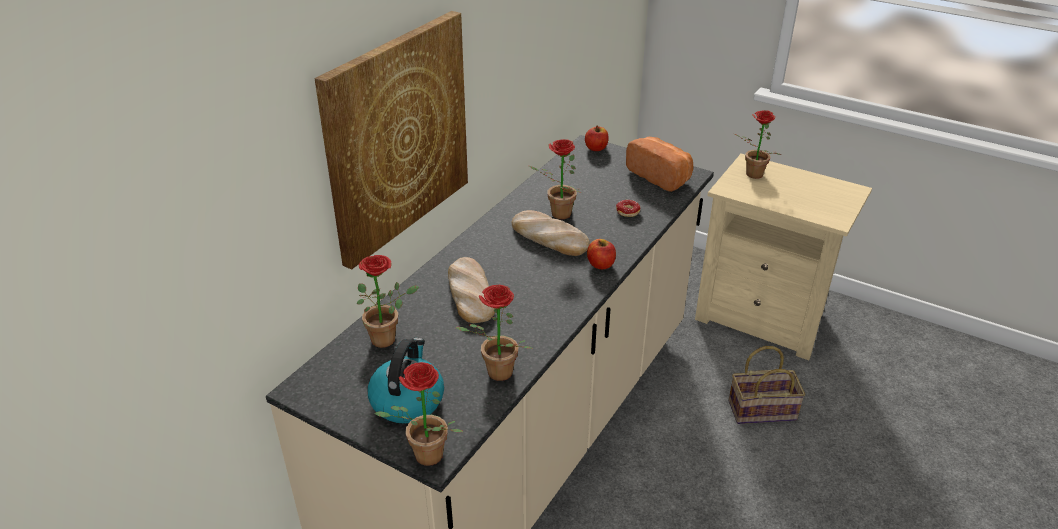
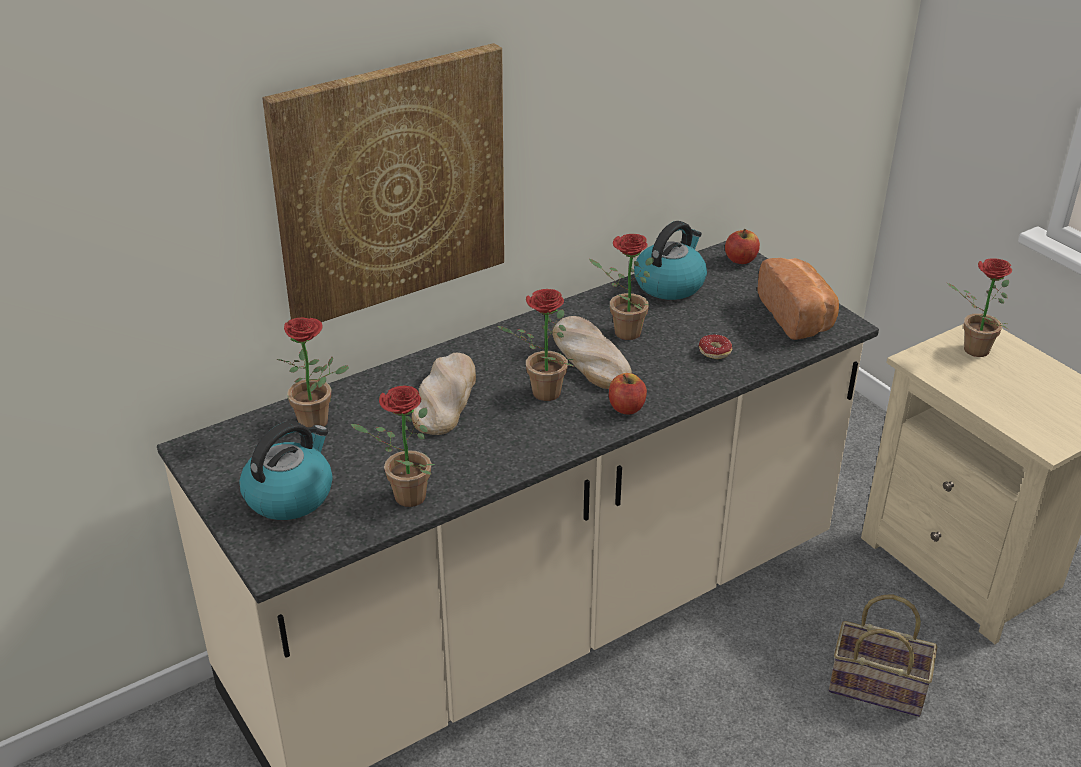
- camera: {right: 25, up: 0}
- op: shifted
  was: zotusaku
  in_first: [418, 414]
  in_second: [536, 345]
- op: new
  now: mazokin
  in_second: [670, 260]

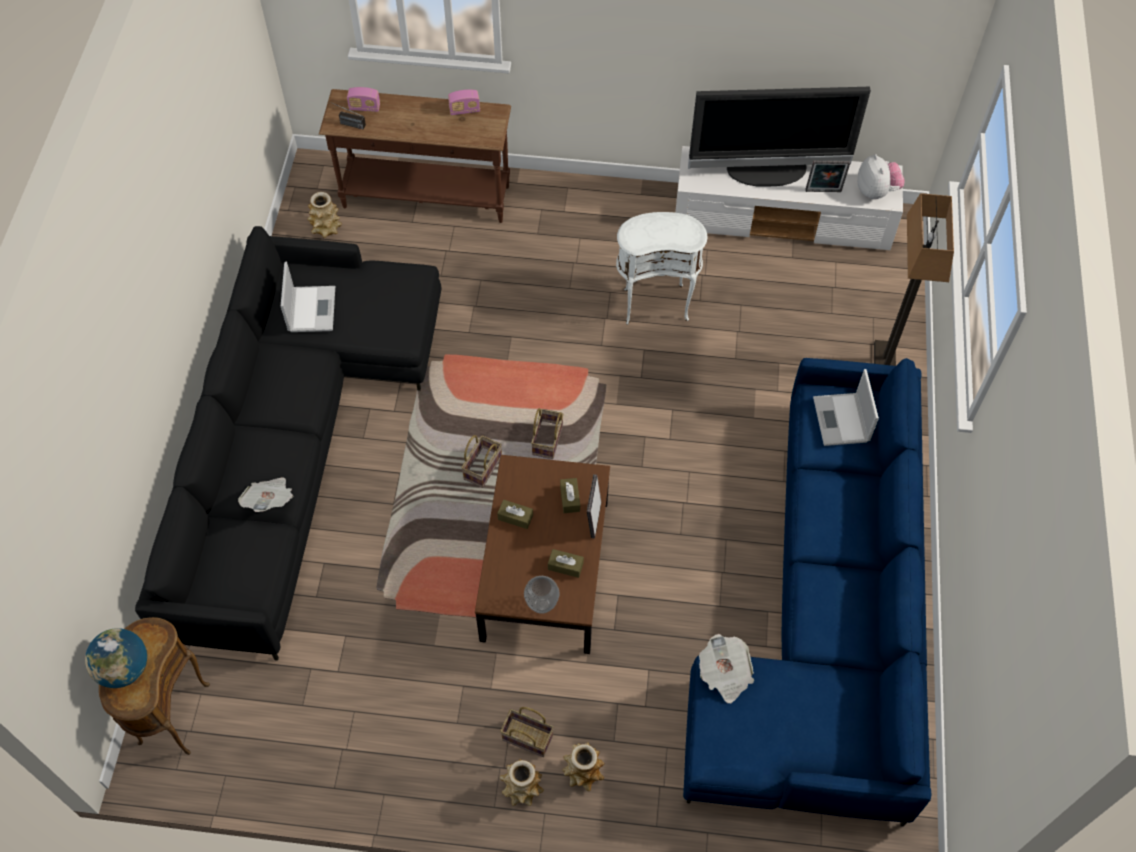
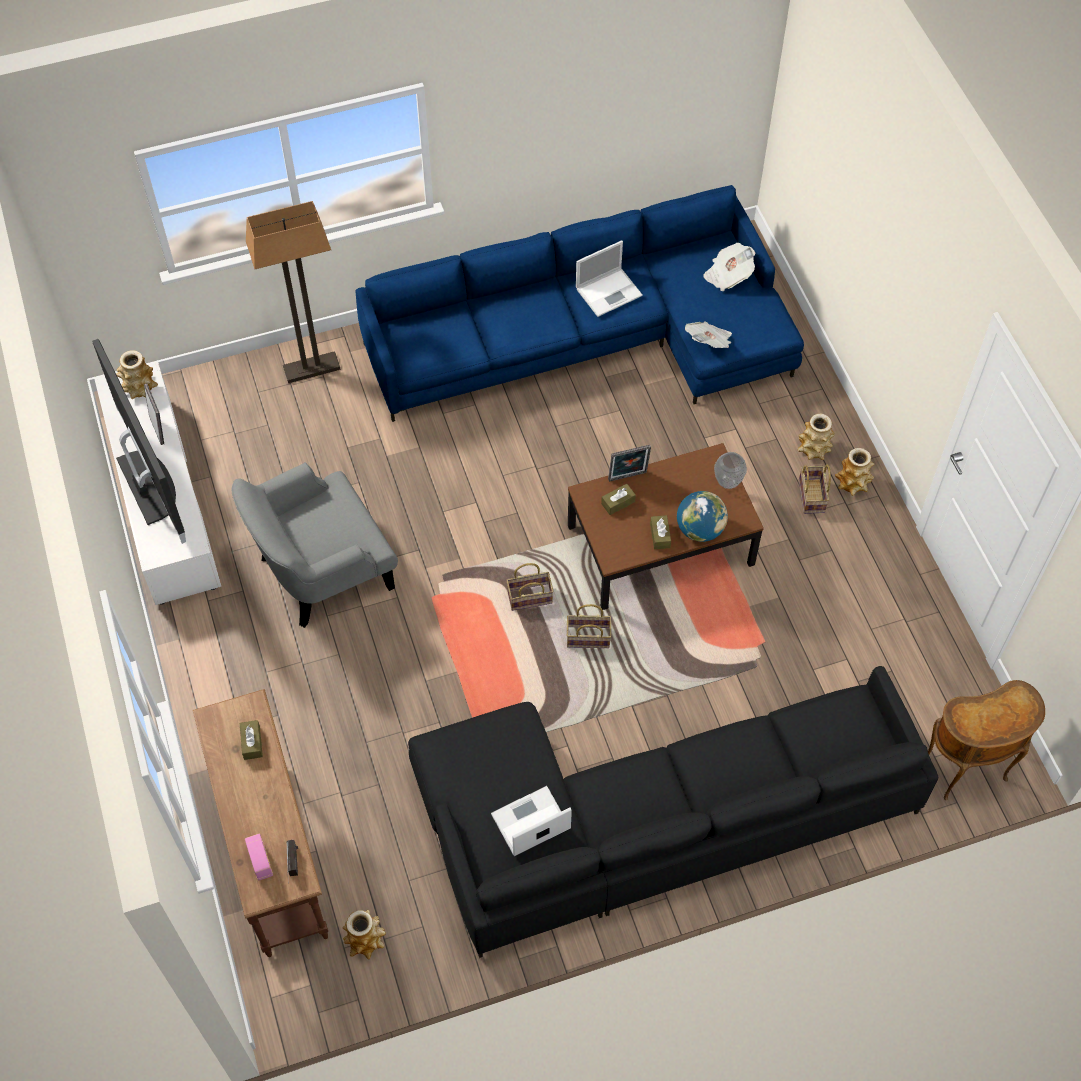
- camera: {right: -115, up: 0}
- op: swapped
  was: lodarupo
  now: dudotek
  in_first: [881, 176]
  in_second: [137, 374]
- op: swapped
  was: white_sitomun
  now: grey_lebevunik
  in_first: [661, 268]
  in_second: [314, 545]
- op: shifted
  was: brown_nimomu
  in_first: [566, 563]
  in_second: [251, 740]
- op: shifted
  was: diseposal
  in_first: [846, 407]
  in_second: [609, 278]
- op: shifted
  was: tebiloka
  in_first: [116, 658]
  in_second: [702, 516]
- op: shifted
  was: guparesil
  in_first: [266, 494]
  in_second: [729, 267]
- op: gone
  was: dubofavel
  in_first: [464, 102]

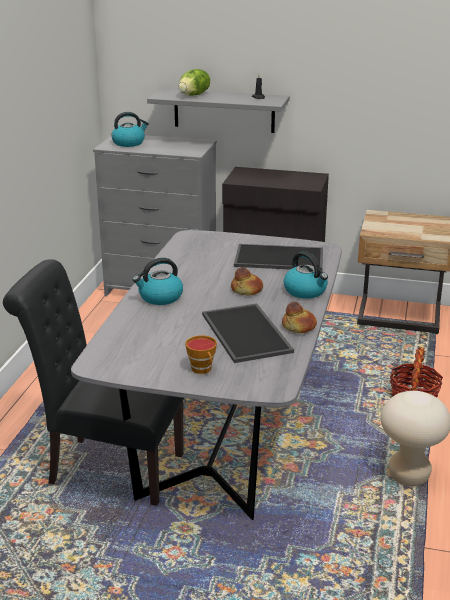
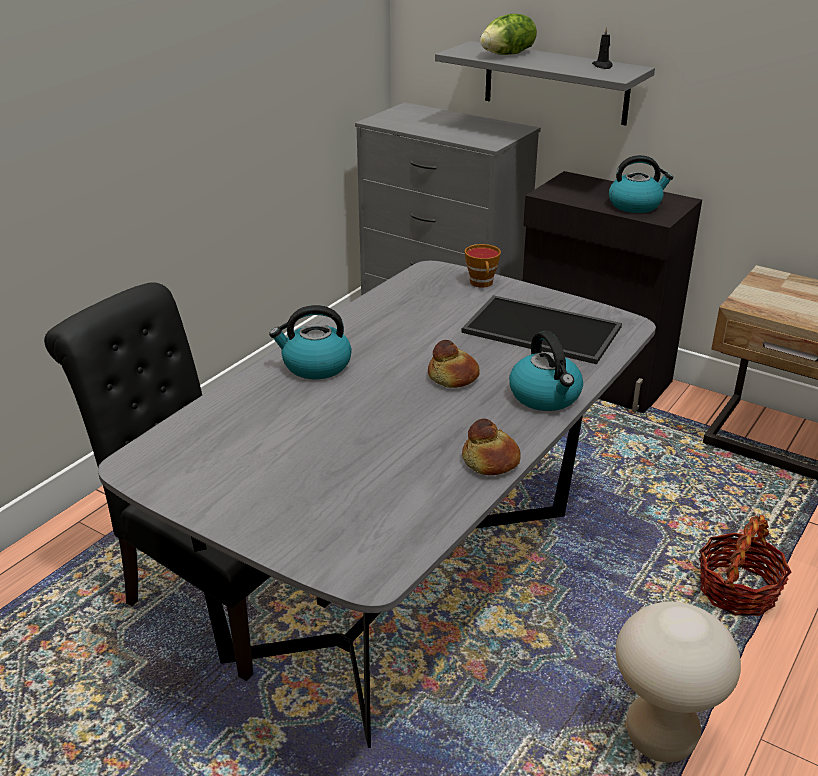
- camera: {right: 20, up: 5}
- op: shifted
  was: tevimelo
  in_first: [201, 354]
  in_second: [483, 266]
- op: shifted
  was: mazokin
  in_first: [130, 129]
  in_second: [641, 184]
- op: gone
  was: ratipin
  in_first: [248, 333]

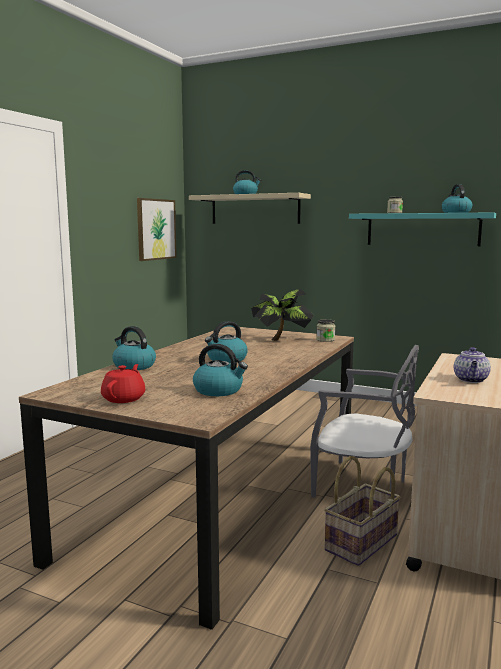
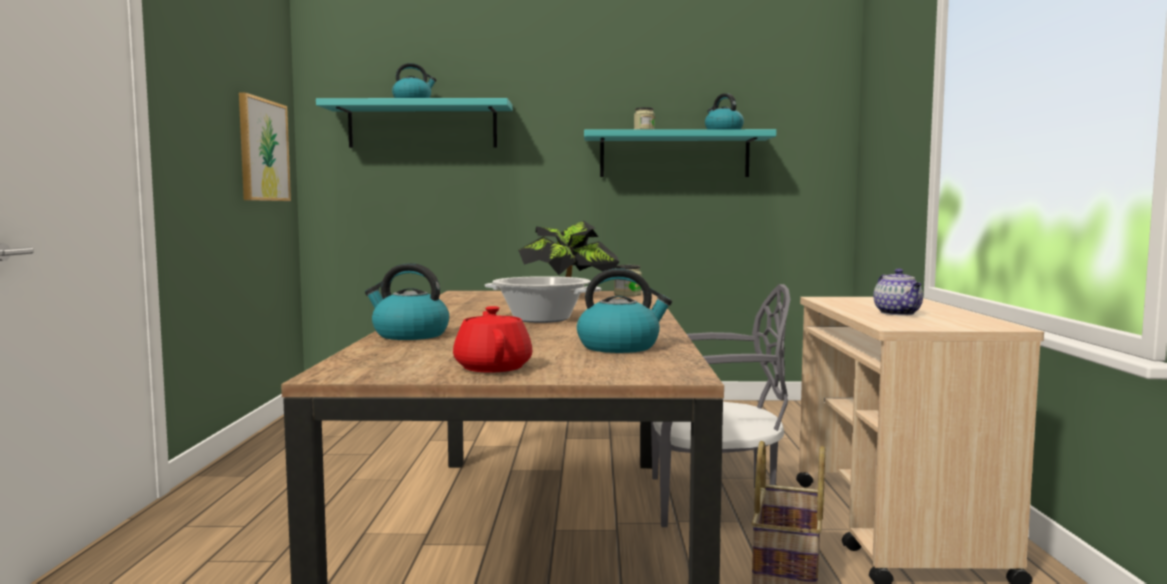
- camera: {right: -25, up: -5}
- op: repainted
  was: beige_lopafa
  now: turquoise_lopafa
  in_first: [250, 208]
  in_second: [414, 123]
- op: swapped
  was: mazokin
  now: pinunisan
  in_first: [226, 342]
  in_second: [543, 299]

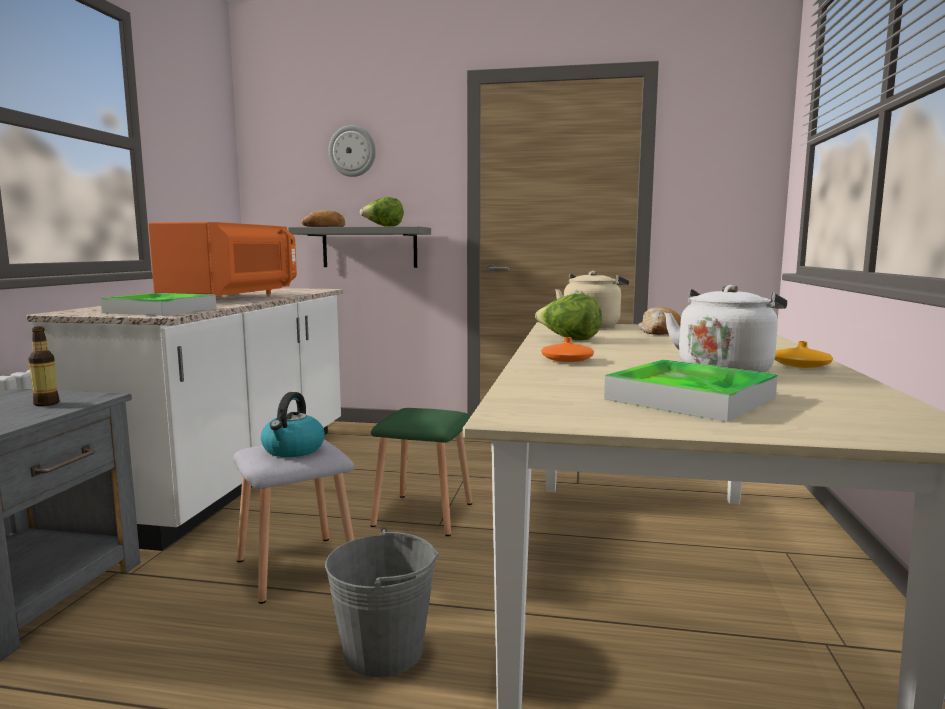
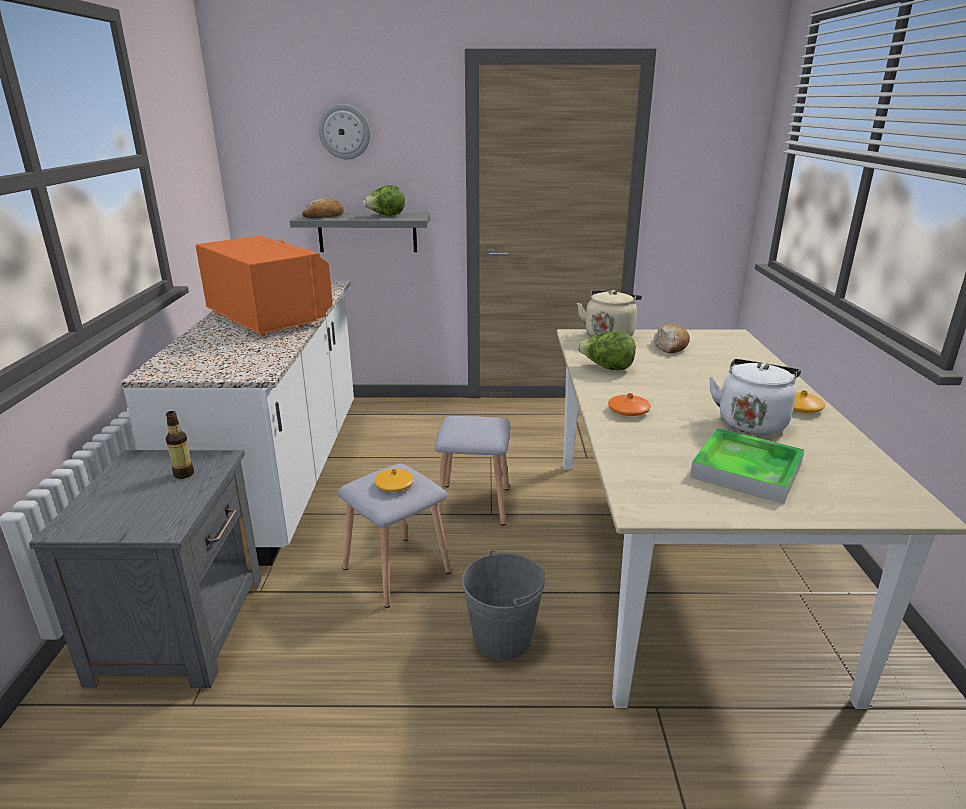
- camera: {right: -10, up: 15}
- op: rotated
  was: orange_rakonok
  in_first: [222, 259]
  in_second: [264, 286]
  clockwise: -45
- op: swapped
  was: mazokin
  now: orange_dudotek
  in_first: [293, 424]
  in_second: [394, 480]
- op: repainted
  was: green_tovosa
  now: grey_tovosa
  in_first: [421, 472]
  in_second: [472, 470]
- op: gone
  was: ratipin
  in_first: [158, 304]

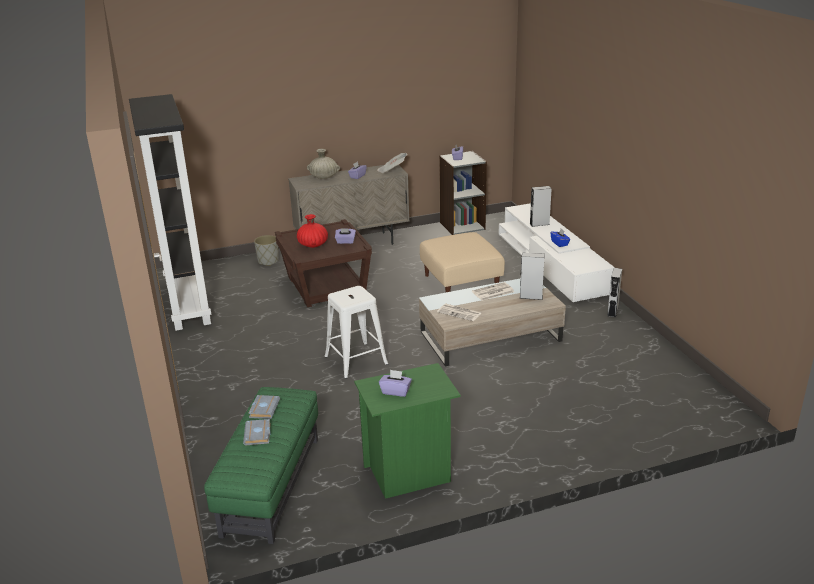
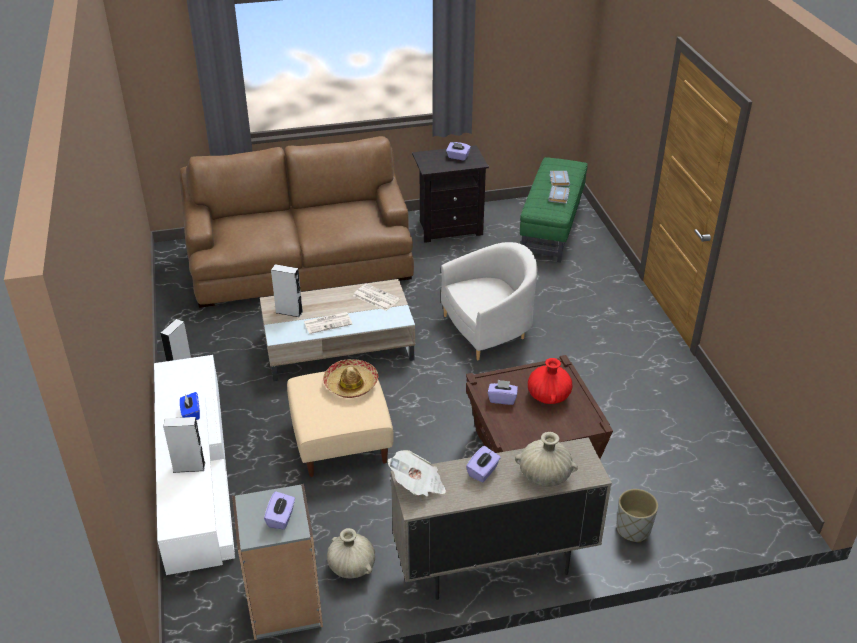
- camera: {right: -175, up: 10}
- op: new
  now: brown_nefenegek
  in_second: [296, 222]
- op: new
  now: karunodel
  in_second: [351, 378]
- op: new
  now: beige_dudotek
  in_second: [351, 553]
- op: repainted
  was: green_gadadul
  now: black_gadadul
  in_first: [407, 431]
  in_second: [450, 194]
- op: swapped
  was: white_tovosa
  now: white_lebevunik
  in_first: [356, 332]
  in_second: [489, 301]
- op: gone
  was: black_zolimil
  in_first: [170, 212]

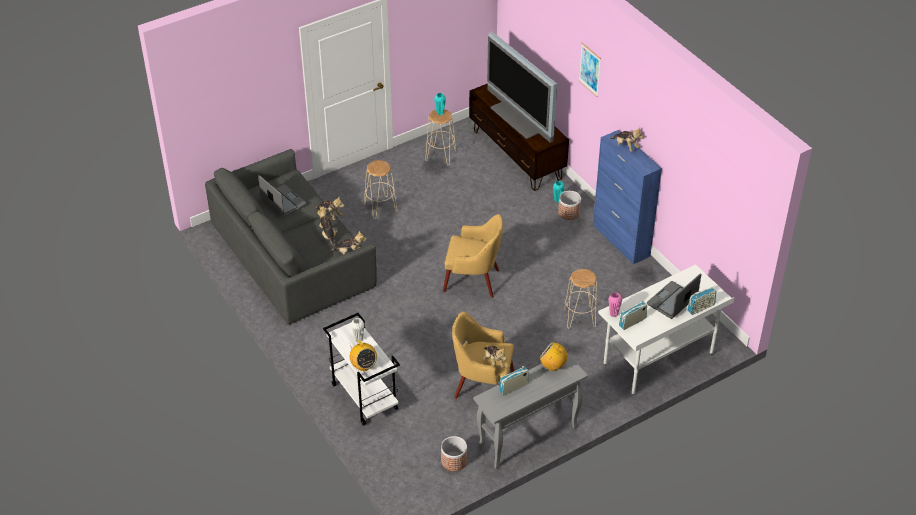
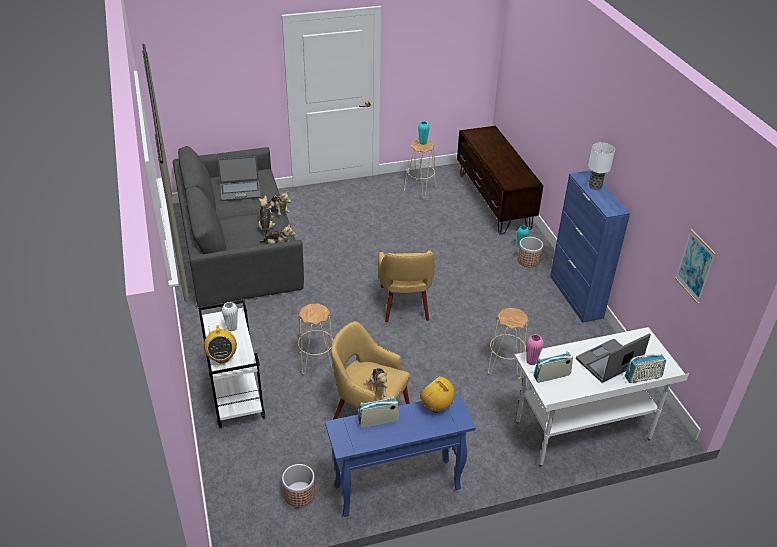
- camera: {right: 15, up: -5}
- op: rotated
  was: diseposal
  in_first: [282, 196]
  in_second: [239, 178]
  clockwise: 105
- op: shifted
  was: beige_tovosa
  in_first: [380, 189]
  in_second: [316, 339]
- op: repainted
  was: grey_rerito
  now: blue_rerito
  in_first: [530, 411]
  in_second: [400, 455]
- op: rotated
  was: yellow_lebevunik
  in_first: [473, 256]
  in_second: [406, 286]
  clockwise: 60
- op: swapped
  was: lodarupo
  now: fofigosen
  in_first: [627, 139]
  in_second: [601, 166]
- op: shifted
  was: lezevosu
  in_first: [590, 70]
  in_second: [695, 266]
- op: gone
  was: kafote
  in_first: [522, 87]

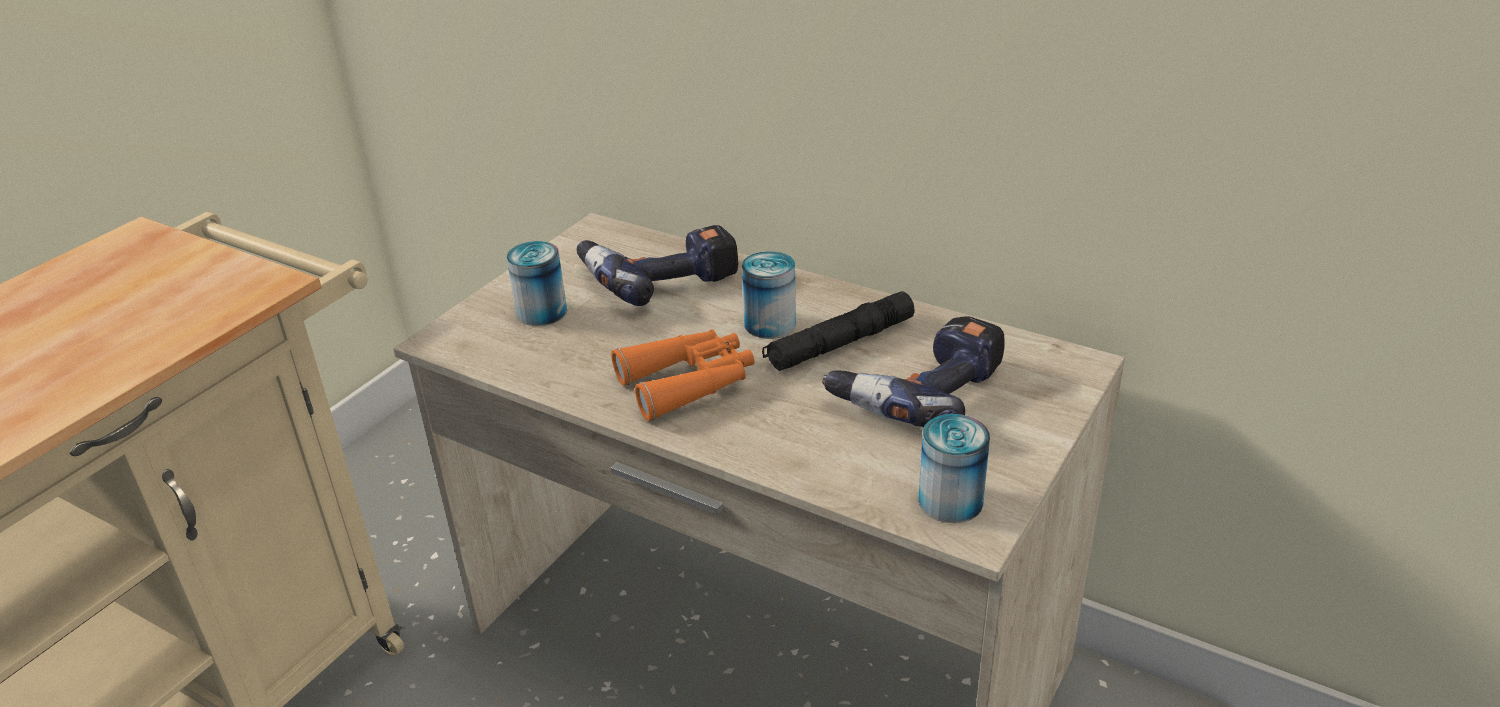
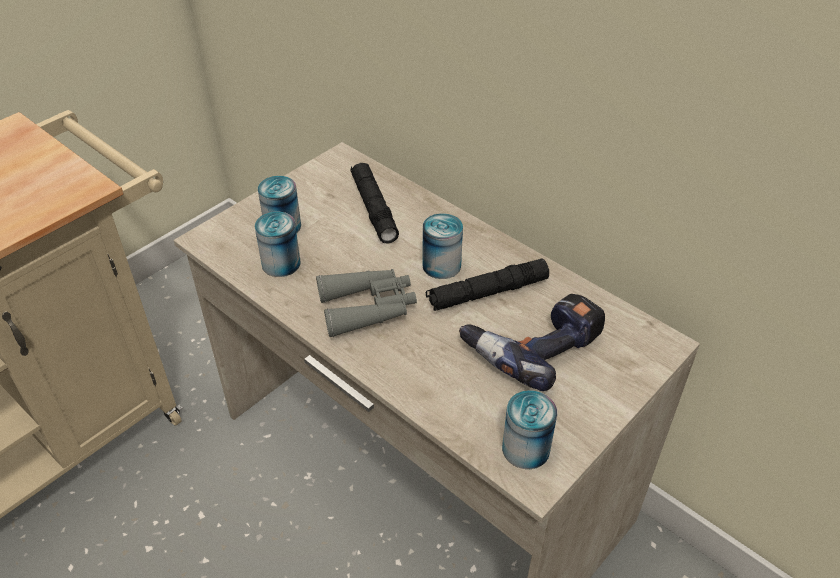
- camera: {right: 10, up: 10}
- op: new
  now: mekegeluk
  in_second: [278, 244]
- op: repainted
  was: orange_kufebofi
  now: grey_kufebofi
  in_first: [682, 375]
  in_second: [366, 303]
- op: swapped
  was: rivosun
  now: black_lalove
  in_first: [658, 265]
  in_second: [374, 203]

